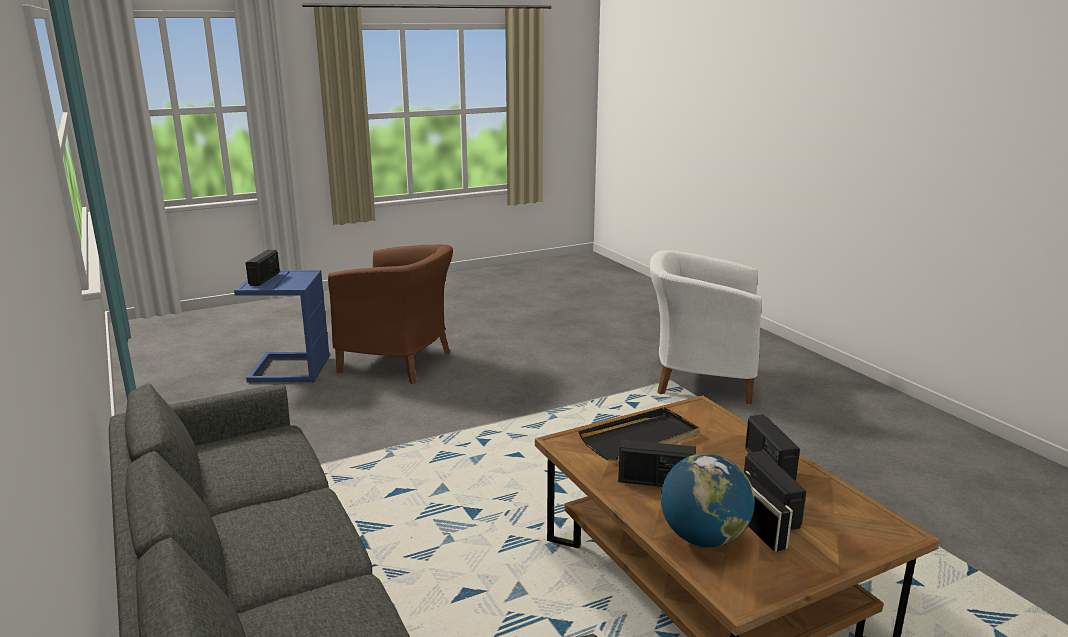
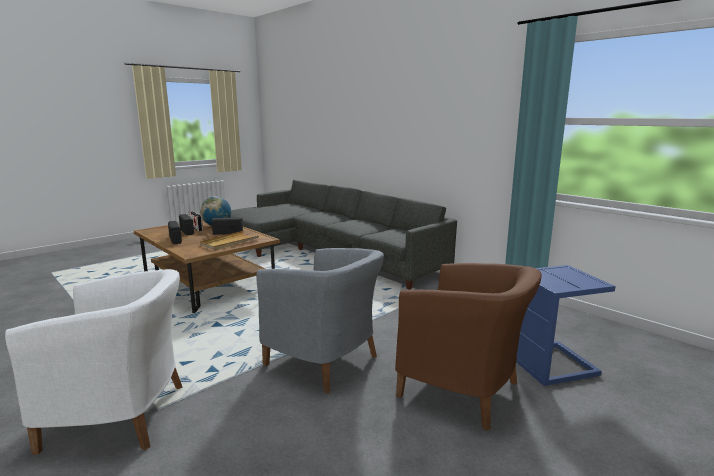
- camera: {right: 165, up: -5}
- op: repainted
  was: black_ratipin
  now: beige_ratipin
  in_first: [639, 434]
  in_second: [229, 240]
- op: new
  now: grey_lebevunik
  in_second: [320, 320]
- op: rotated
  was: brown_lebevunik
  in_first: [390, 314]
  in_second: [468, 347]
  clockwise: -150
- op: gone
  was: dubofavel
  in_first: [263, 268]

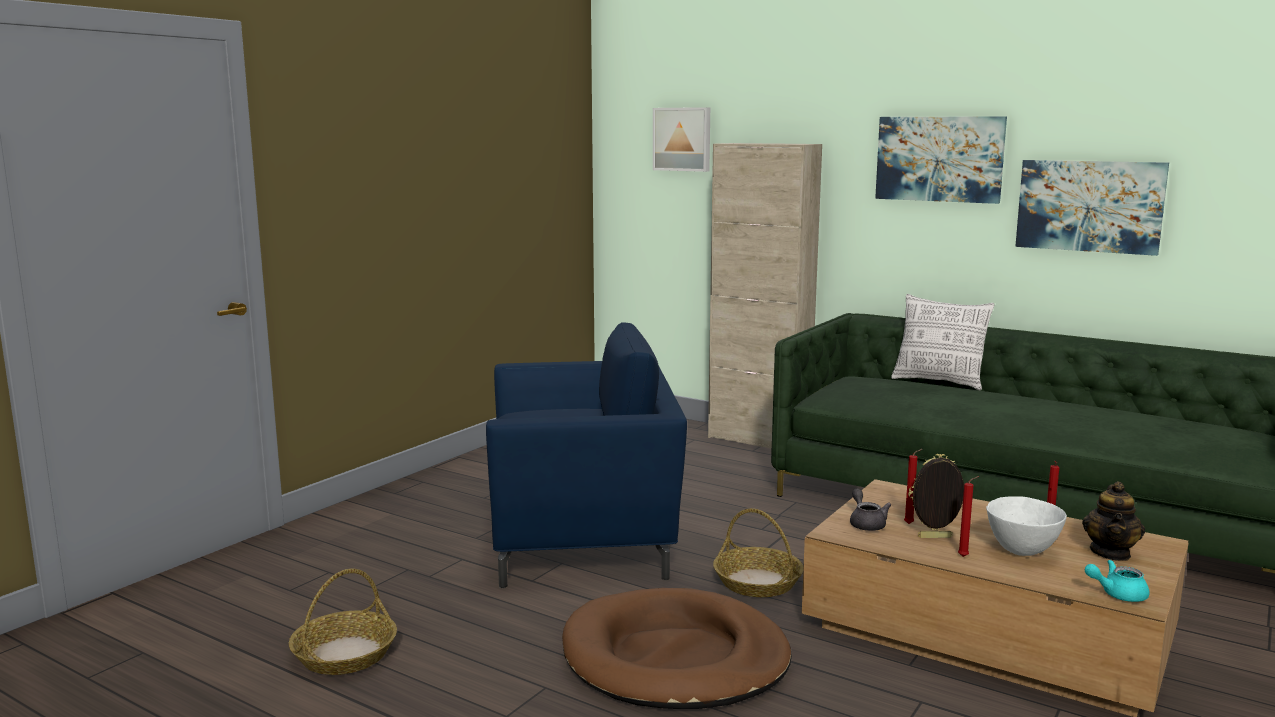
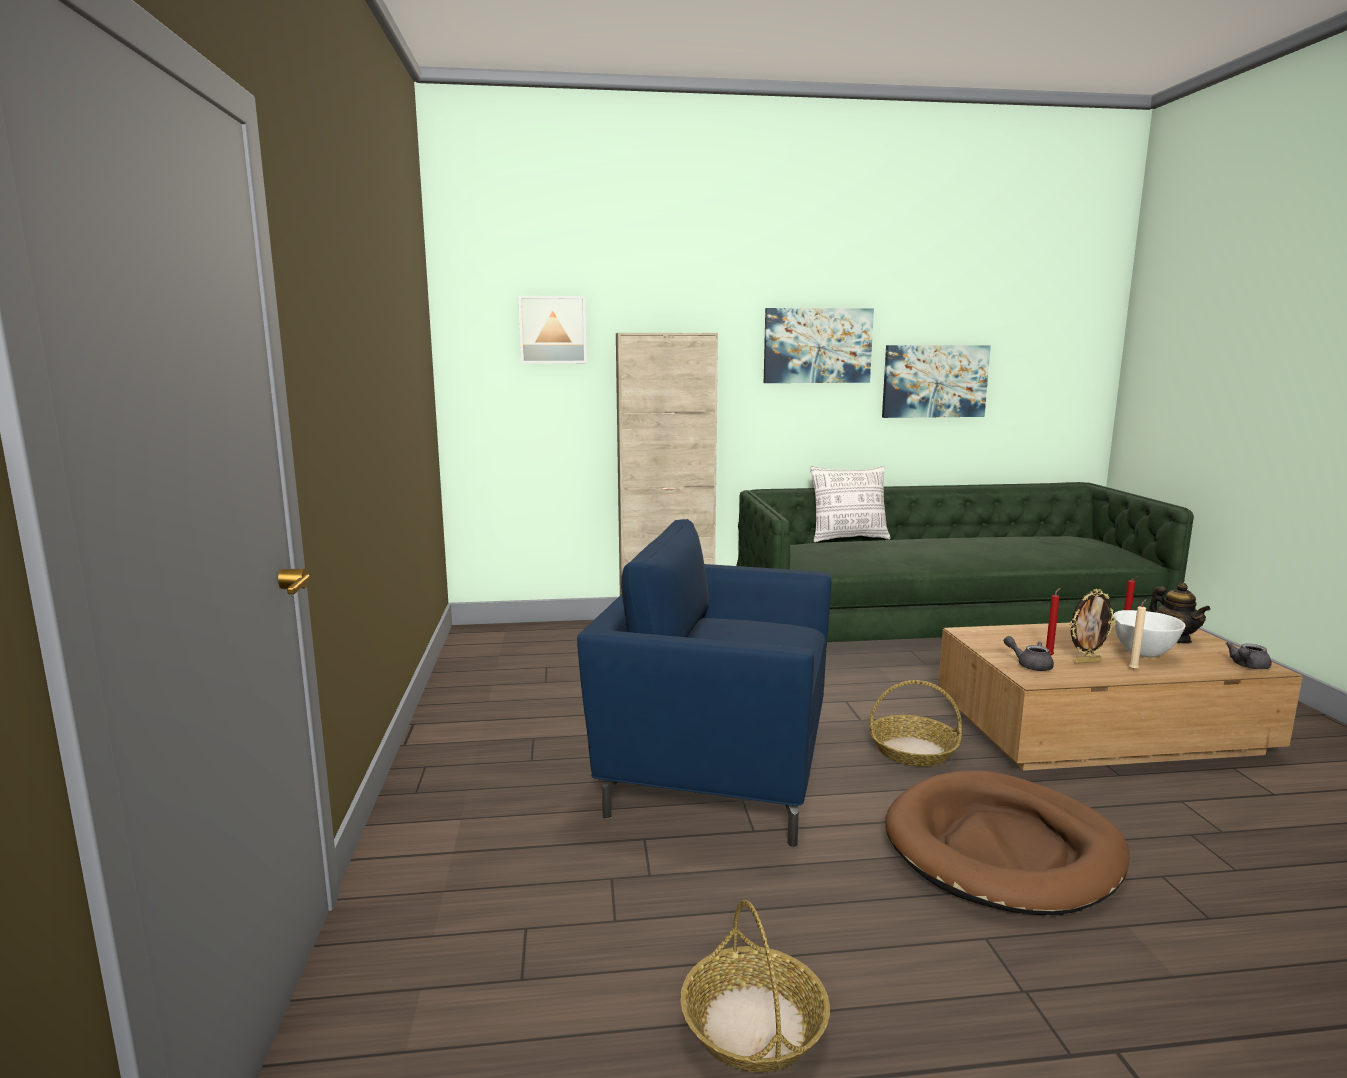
- camera: {right: -40, up: 0}
- op: rotated
  was: blue_lebevunik
  in_first: [586, 455]
  in_second: [704, 683]
  clockwise: -120
- op: rotated
  was: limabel
  in_first: [936, 496]
  in_second: [1093, 626]
  clockwise: -150
- op: repainted
  was: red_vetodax
  now: beige_vetodax
  in_first: [968, 516]
  in_second: [1138, 634]
- op: repainted
  was: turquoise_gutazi
  now: grey_gutazi
  in_first: [1117, 581]
  in_second: [1249, 655]

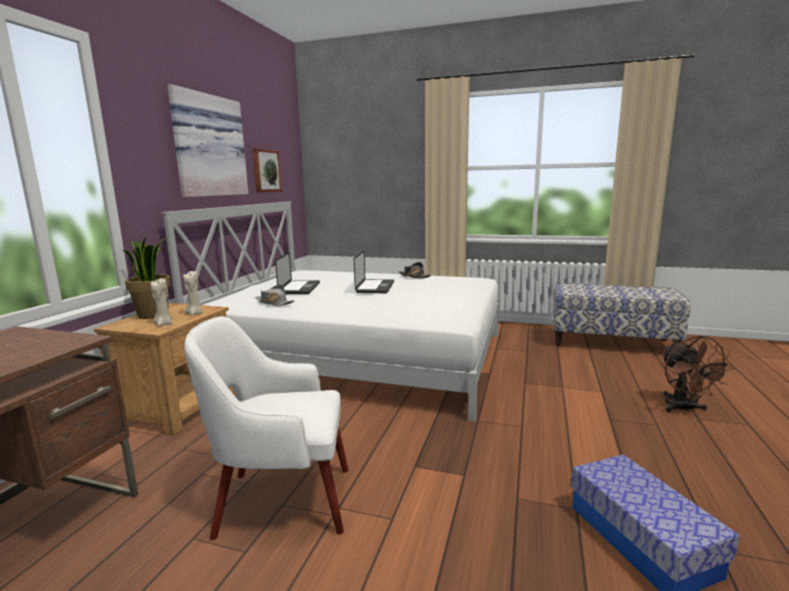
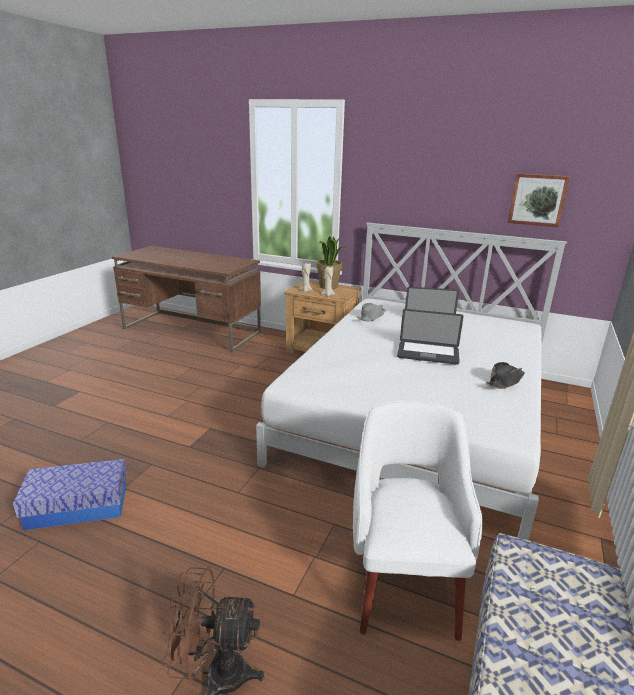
- camera: {right: 95, up: 10}
- op: shifted
  was: white_lebevunik
  in_first: [266, 428]
  in_second: [418, 520]
- op: gone
  was: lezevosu
  in_first: [207, 140]

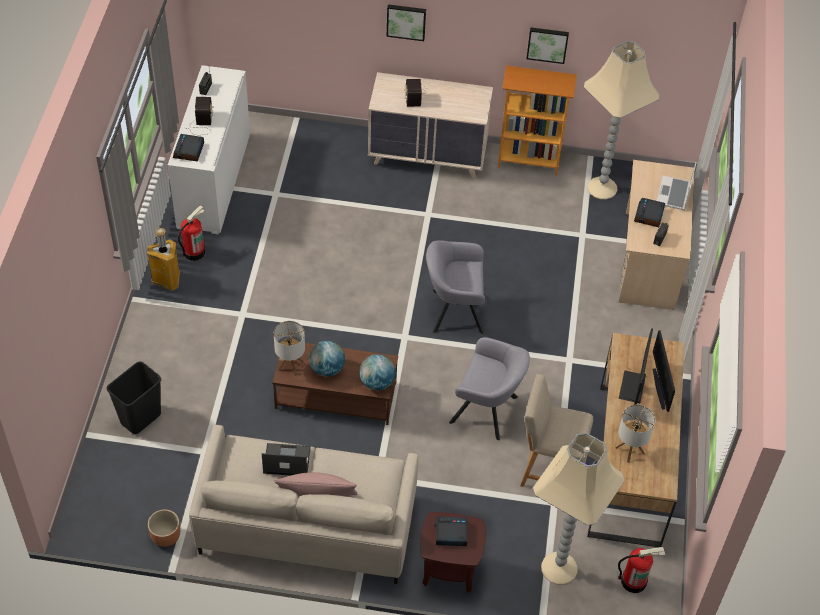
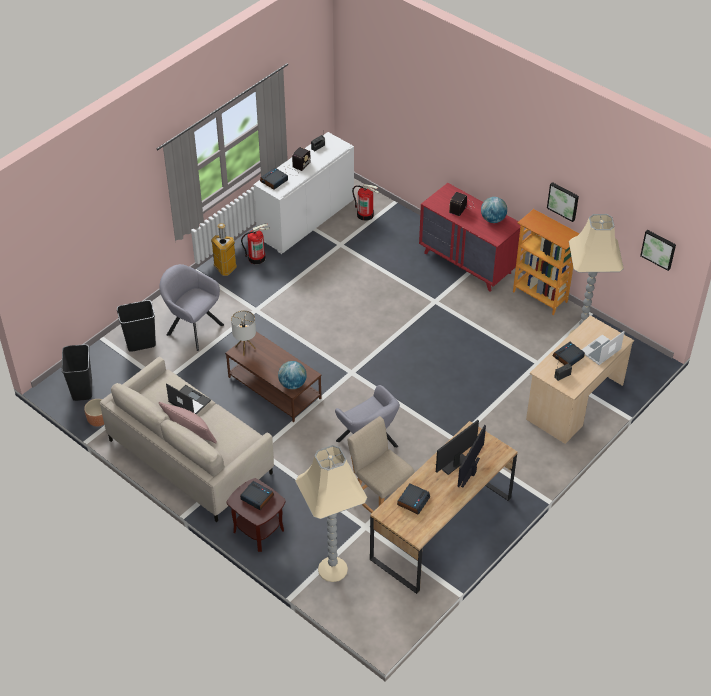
- camera: {right: 35, up: -5}
- op: new
  now: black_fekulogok
  in_second: [77, 372]
- op: shifted
  was: grey_lebevunik
  in_first: [455, 287]
  in_second: [191, 307]
- op: shifted
  was: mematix
  in_first: [642, 570]
  in_second: [366, 202]
- op: swapped
  was: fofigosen
  now: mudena
  in_first: [635, 433]
  in_second: [413, 499]
- op: repainted
  was: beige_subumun
  now: red_subumun
  in_first: [430, 125]
  in_second: [470, 237]
- op: shifted
  was: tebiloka
  in_first: [327, 359]
  in_second: [494, 210]
- op: shifted
  was: lezevosu
  in_first: [406, 22]
  in_second: [658, 250]

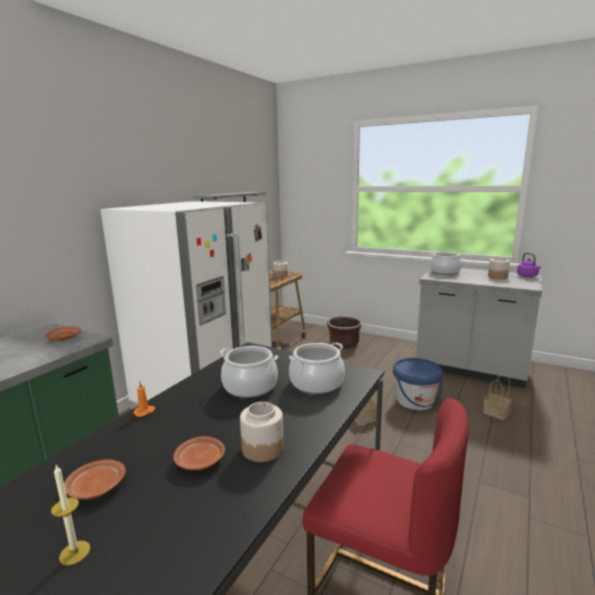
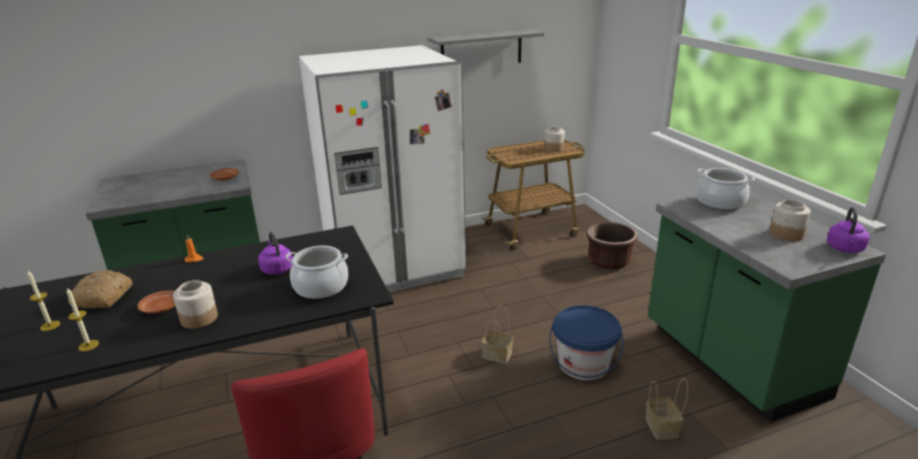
- camera: {right: 40, up: 10}
- op: new
  now: vetodax
  in_second: [83, 319]
- op: swapped
  was: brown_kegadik
  now: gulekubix
  in_first: [95, 480]
  in_second: [100, 289]
- op: swapped
  was: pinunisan
  now: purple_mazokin
  in_first: [249, 372]
  in_second: [275, 253]
- op: repainted
  was: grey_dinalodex
  now: green_dinalodex
  in_first: [479, 328]
  in_second: [767, 307]

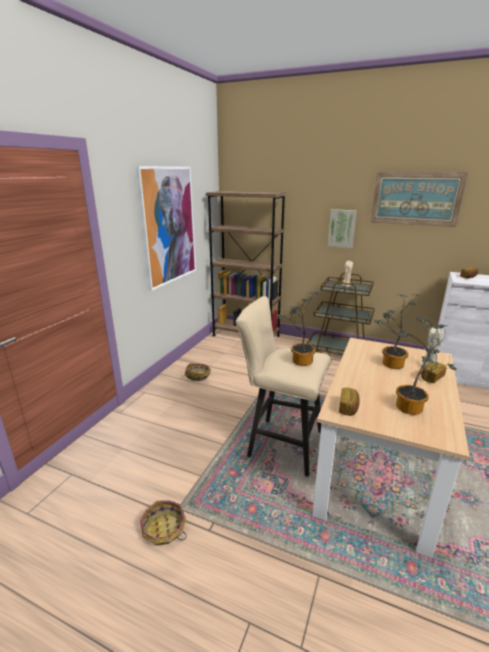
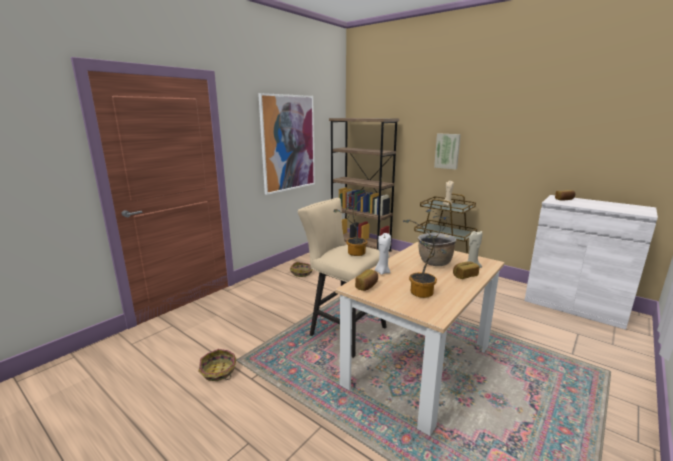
- camera: {right: 15, up: -5}
- op: new
  now: white_vetodax
  in_second: [383, 254]
- op: swapped
  was: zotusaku
  now: brown_pinunisan
  in_first: [398, 331]
  in_second: [437, 249]
- op: gone
  was: lezevosu
  in_first: [419, 199]

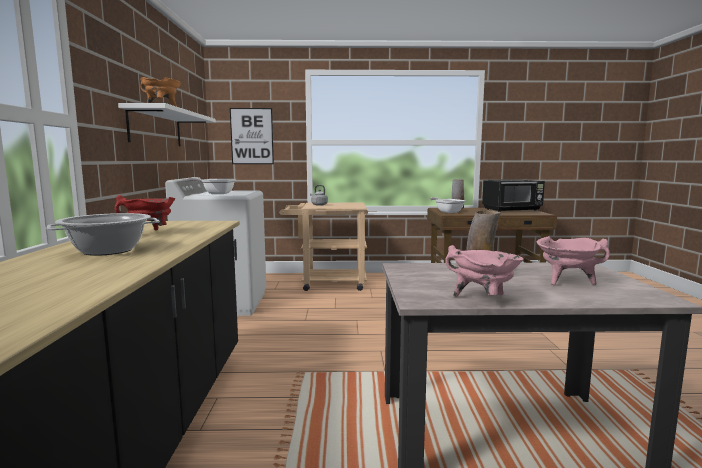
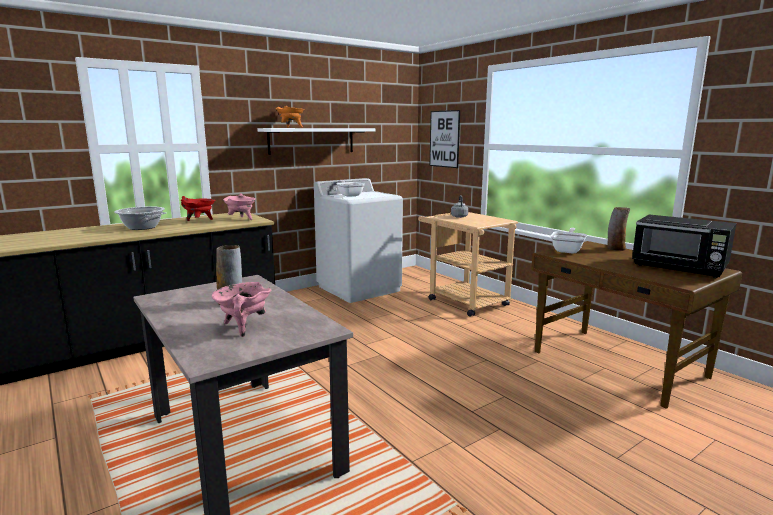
- camera: {right: 55, up: 5}
- op: shifted
  was: pink_pinunisan
  in_first: [484, 271]
  in_second: [239, 206]

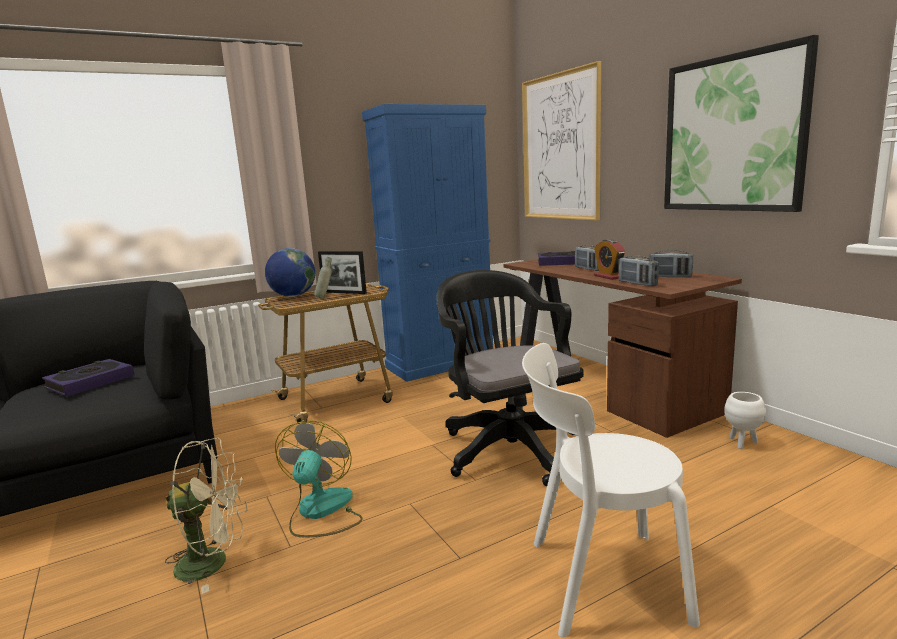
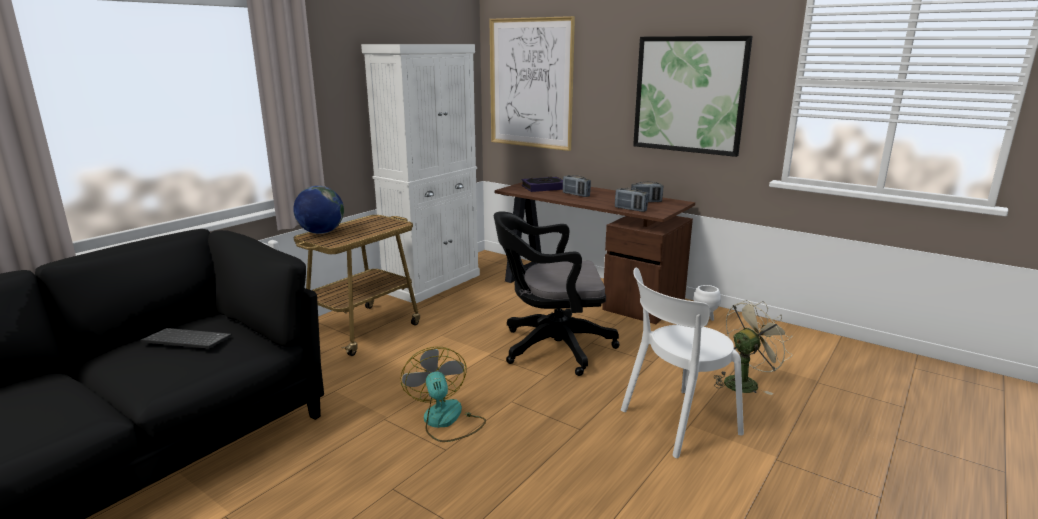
- camera: {right: -25, up: 5}
- op: swapped
  was: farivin
  now: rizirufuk
  in_first: [88, 378]
  in_second: [186, 338]
- op: repainted
  was: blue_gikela
  now: white_gikela
  in_first: [427, 243]
  in_second: [420, 173]
- op: rotated
  was: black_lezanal
  in_first: [510, 378]
  in_second: [556, 293]
  clockwise: -45
- op: shifted
  was: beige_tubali
  in_first: [206, 516]
  in_second: [753, 347]
- op: gone
  was: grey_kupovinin
  in_first: [323, 278]
- op: gone
  was: limabel
  in_first: [342, 272]
- op: gone
  was: mudena
  in_first: [609, 259]

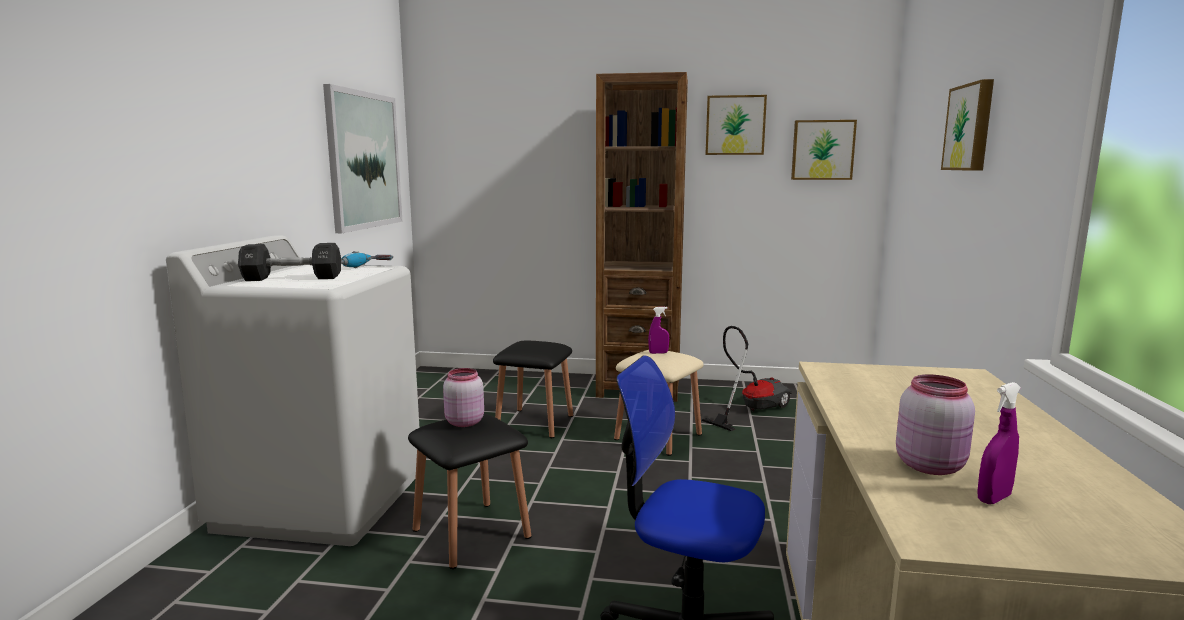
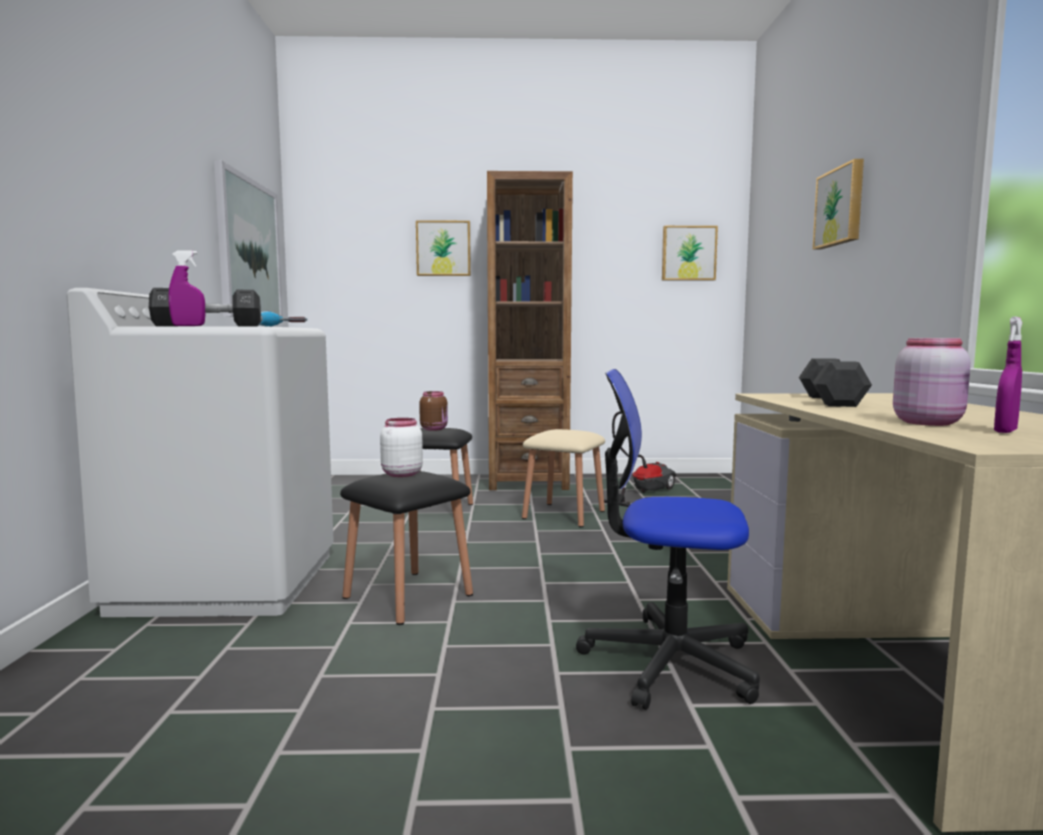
- camera: {right: -10, up: -5}
- op: shifted
  was: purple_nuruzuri
  in_first: [658, 330]
  in_second: [186, 288]
- op: repainted
  was: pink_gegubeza
  now: white_gegubeza
  in_first: [463, 397]
  in_second: [401, 447]
- op: shifted
  was: lezevosu
  in_first: [736, 125]
  in_second: [443, 248]
- op: new
  now: brown_gegubeza
  in_second: [433, 411]
- op: new
  now: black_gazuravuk
  in_second: [835, 382]

